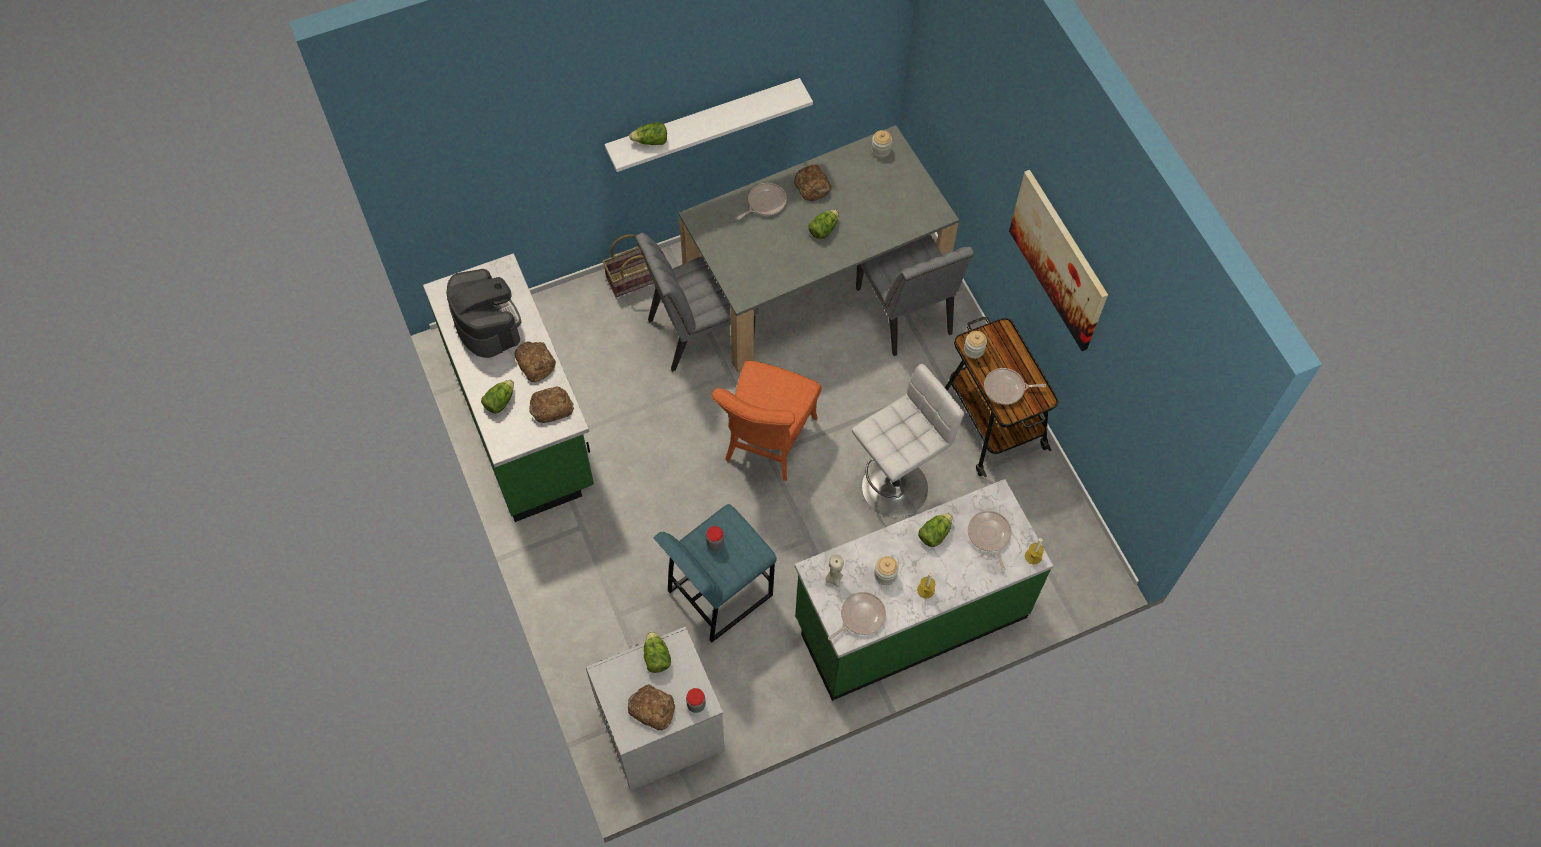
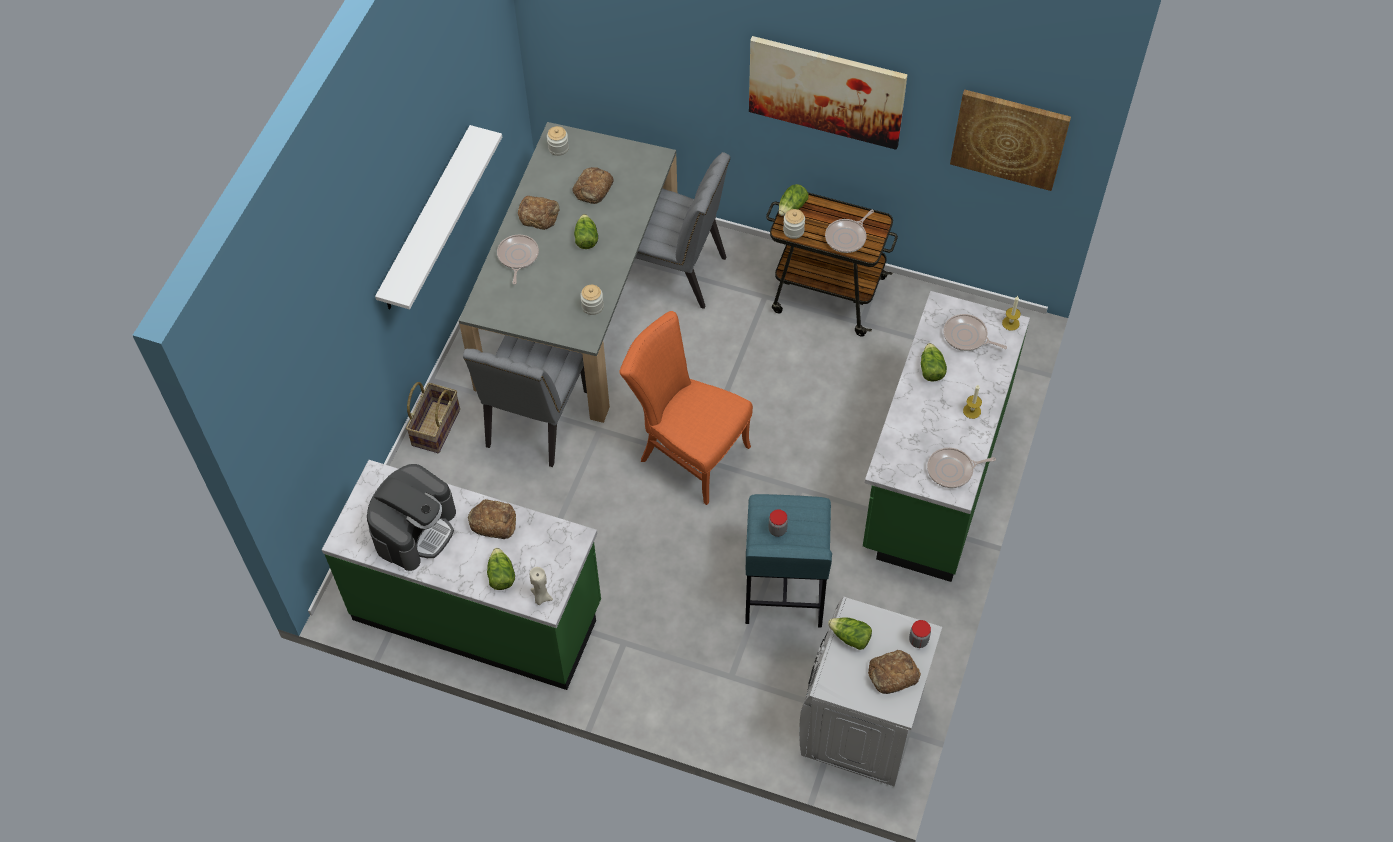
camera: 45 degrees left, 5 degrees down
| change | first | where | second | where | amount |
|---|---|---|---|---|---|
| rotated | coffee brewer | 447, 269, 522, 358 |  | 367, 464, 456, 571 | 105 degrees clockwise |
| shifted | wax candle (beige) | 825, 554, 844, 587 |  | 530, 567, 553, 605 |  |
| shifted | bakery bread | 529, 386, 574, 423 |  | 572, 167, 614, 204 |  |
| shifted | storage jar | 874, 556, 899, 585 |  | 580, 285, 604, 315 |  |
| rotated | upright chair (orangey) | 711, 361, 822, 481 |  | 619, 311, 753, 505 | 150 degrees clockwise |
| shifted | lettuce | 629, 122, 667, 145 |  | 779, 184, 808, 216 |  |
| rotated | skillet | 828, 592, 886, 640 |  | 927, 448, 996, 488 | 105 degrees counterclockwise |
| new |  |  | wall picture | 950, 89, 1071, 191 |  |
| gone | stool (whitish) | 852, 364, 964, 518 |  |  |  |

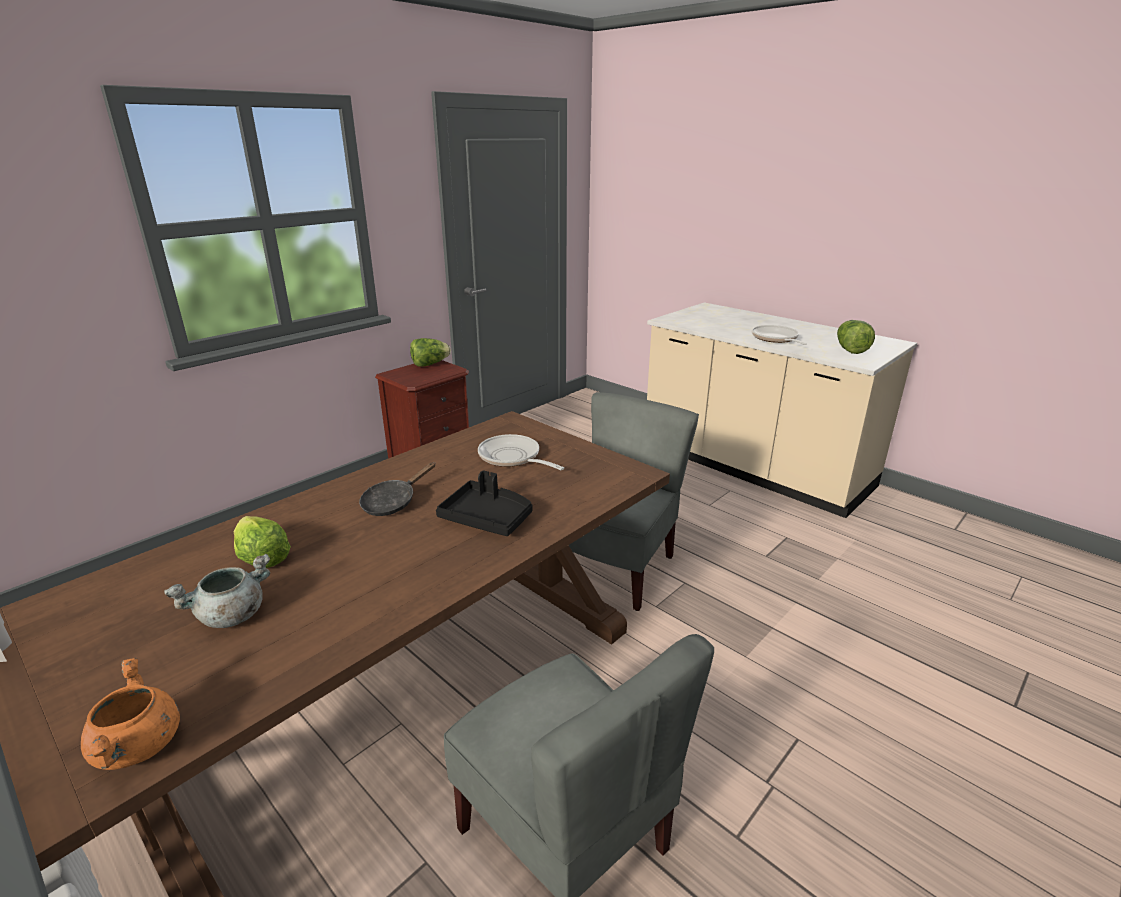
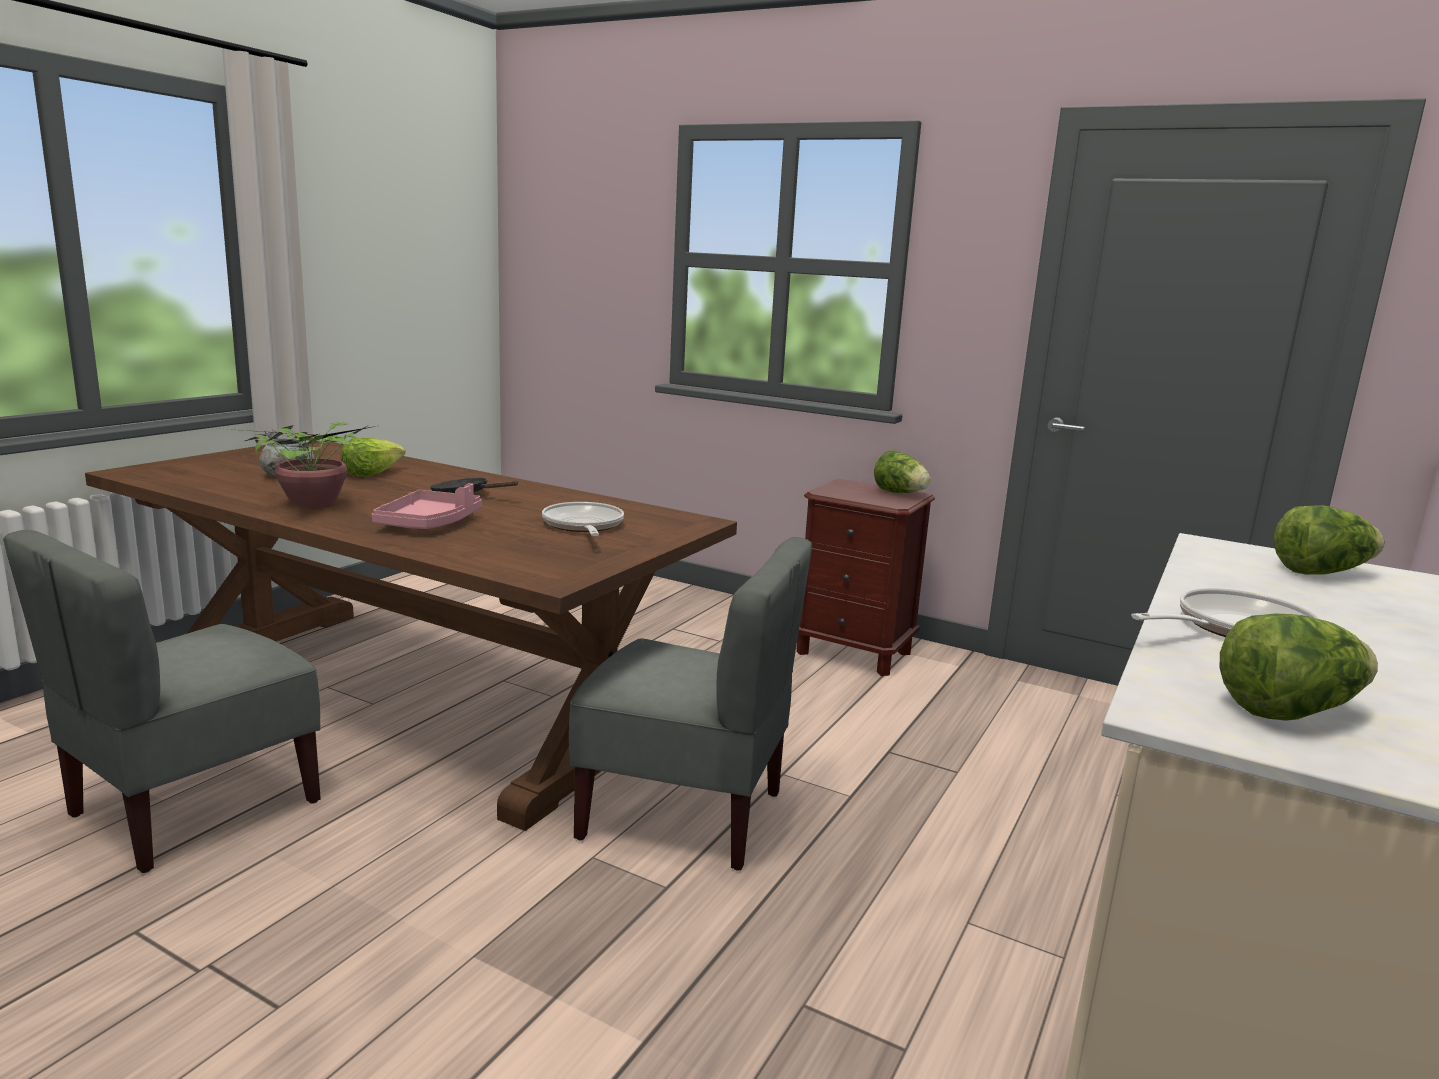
camera: 75 degrees right, 10 degrees down
| change | first | where | second | where | amount |
|---|---|---|---|---|---|
| new |  |  | potted plant | 229, 422, 376, 508 |  |
| repainted | carrying tray (blackish) | 436, 471, 533, 536 | carrying tray (pink) | 372, 483, 482, 529 |  |
| rotated | skillet | 478, 434, 564, 470 |  | 542, 502, 624, 536 | 45 degrees counterclockwise |
| new |  |  | lettuce | 1274, 505, 1385, 575 |  |
| gone | cooking pot (orangey) | 81, 658, 180, 770 |  |  |  |

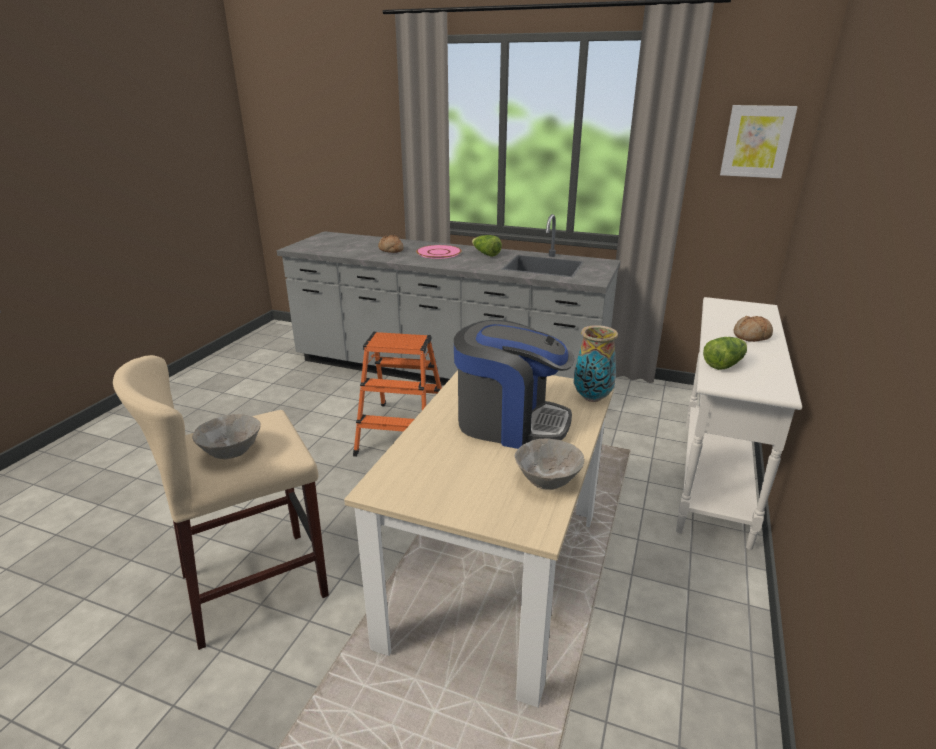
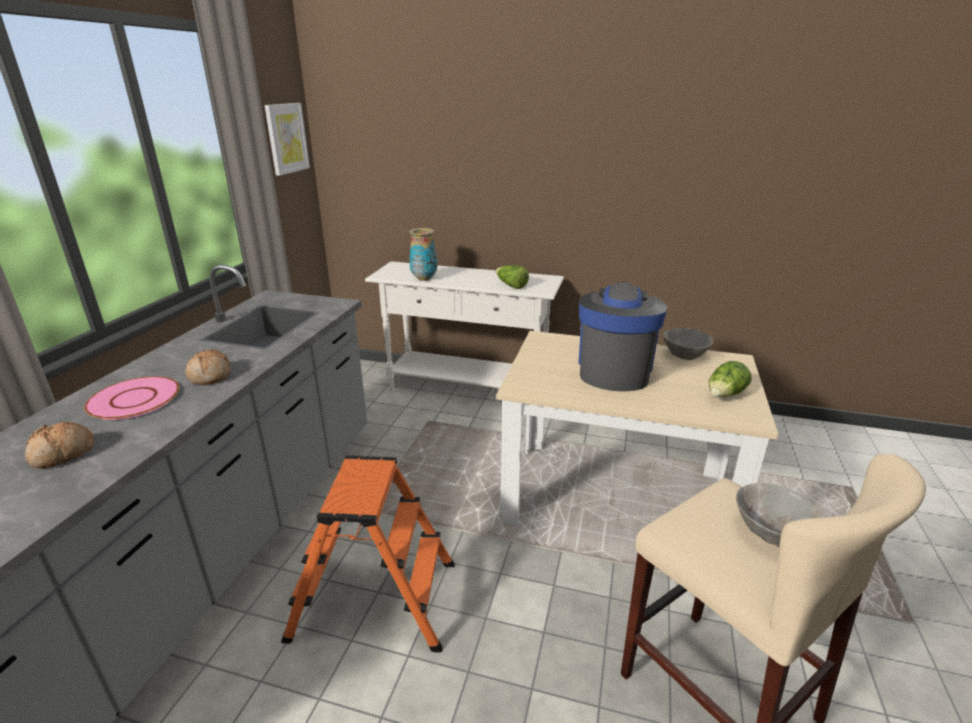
camera: 95 degrees left, 0 degrees up
| change | first | where | second | where | amount |
|---|---|---|---|---|---|
| shifted | bakery bread | 734, 316, 773, 342 |  | 186, 349, 230, 385 |  |
| shifted | decorative vase | 573, 325, 618, 402 |  | 409, 228, 437, 281 |  |
| shifted | lettuce | 472, 235, 502, 257 |  | 709, 361, 752, 397 |  |

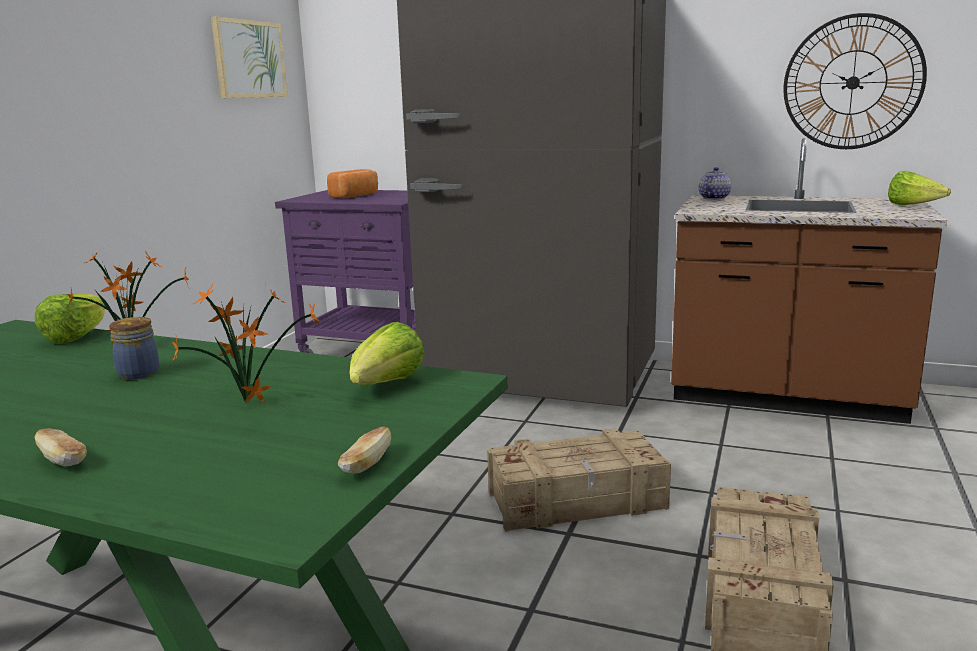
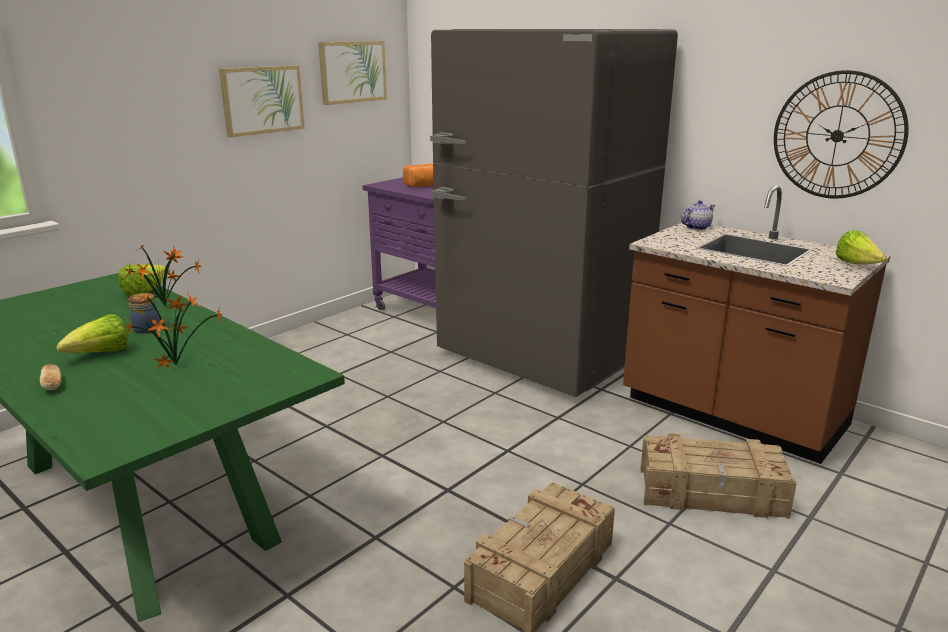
camera: 20 degrees right, 5 degrees up
| change | first | where | second | where | amount |
|---|---|---|---|---|---|
| shifted | lettuce | 350, 322, 425, 385 |  | 57, 314, 128, 353 |  |
| new |  |  | wall picture | 219, 65, 305, 137 |  |
| shifted | shipping crate | 487, 428, 671, 532 |  | 640, 433, 797, 519 |  |
| gone | bakery bread | 338, 426, 391, 474 |  |  |  |

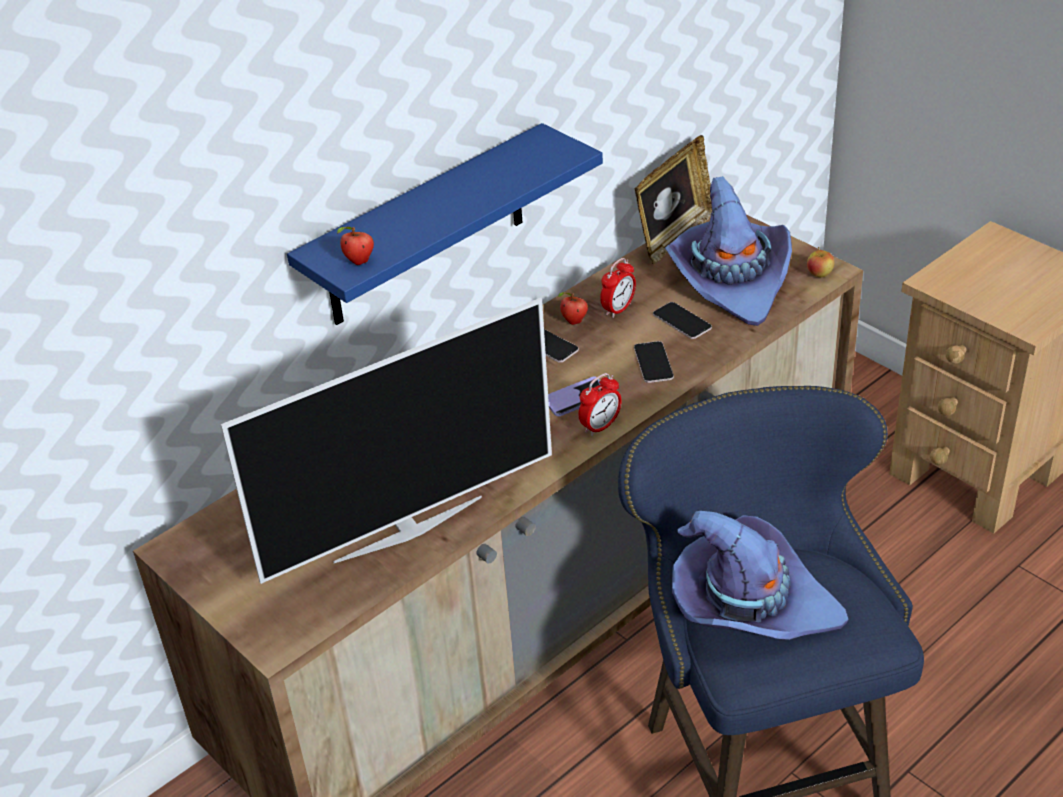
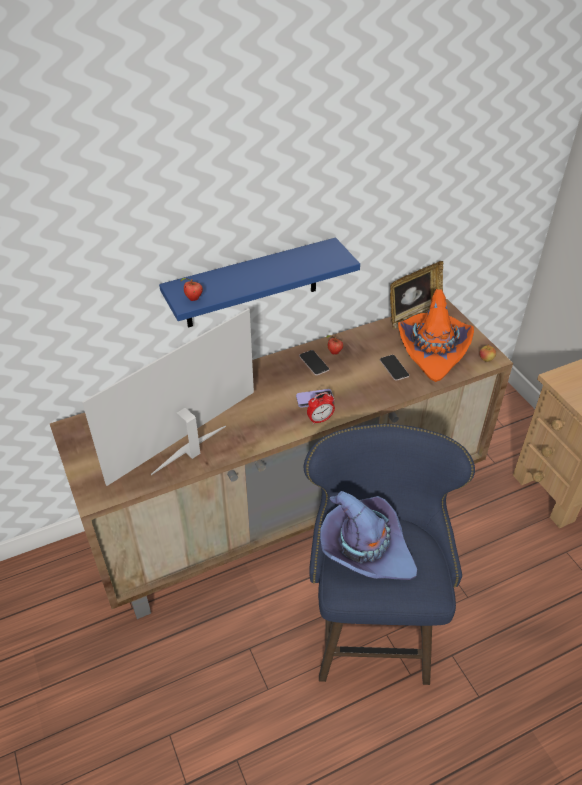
camera: 15 degrees right, 5 degrees up
| change | first | where | second | where | amount |
|---|---|---|---|---|---|
| rotated | TV set | 220, 298, 552, 584 |  | 82, 308, 254, 486 | 150 degrees clockwise |
| repainted | wearable hat (purple) | 665, 176, 792, 326 | wearable hat (orangey) | 398, 289, 474, 382 |  |
| gone | bedside clock | 600, 258, 636, 318 |  |  |  |
| gone | handset | 634, 341, 674, 383 |  |  |  |

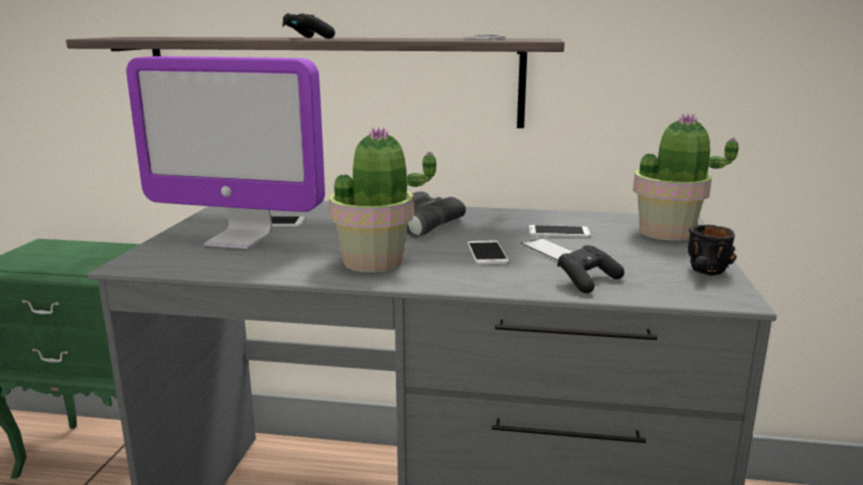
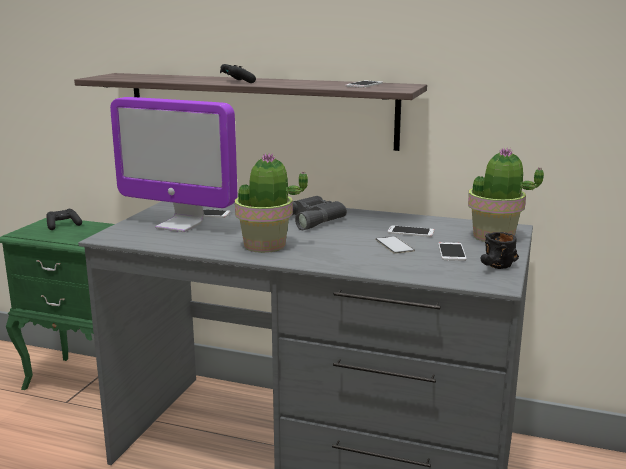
camera: 10 degrees right, 0 degrees up
| change | first | where | second | where | amount |
|---|---|---|---|---|---|
| shifted | game controller (blackish) | 557, 245, 624, 293 |  | 47, 209, 82, 230 |  |
| shifted | handset | 468, 240, 509, 265 |  | 438, 242, 467, 261 |  |

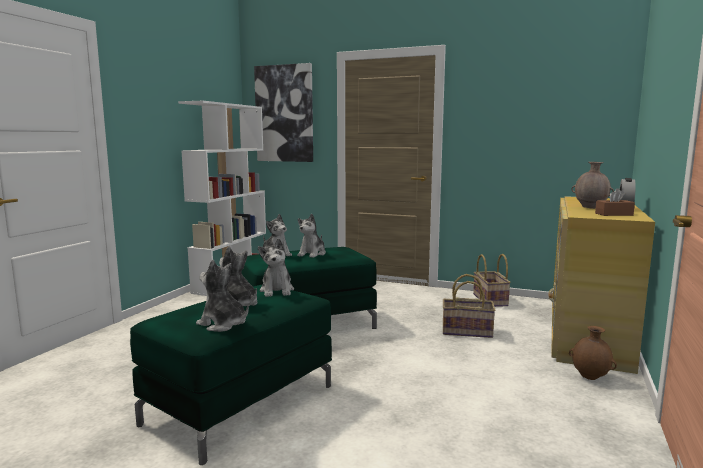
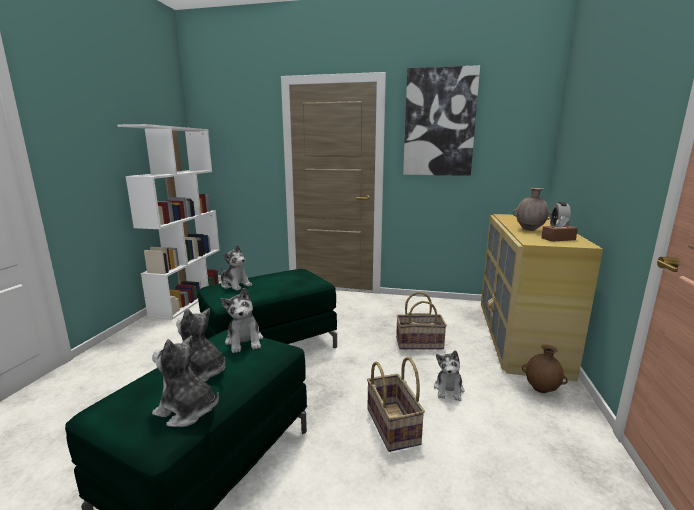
camera: 10 degrees left, 5 degrees up
| change | first | where | second | where | amount |
|---|---|---|---|---|---|
| shifted | basket | 473, 254, 511, 307 |  | 367, 357, 425, 452 |  |
| shifted | wall picture | 254, 63, 313, 162 |  | 403, 65, 480, 176 |  |
| shifted | plush toy | 297, 214, 326, 258 |  | 434, 350, 464, 401 |  |

